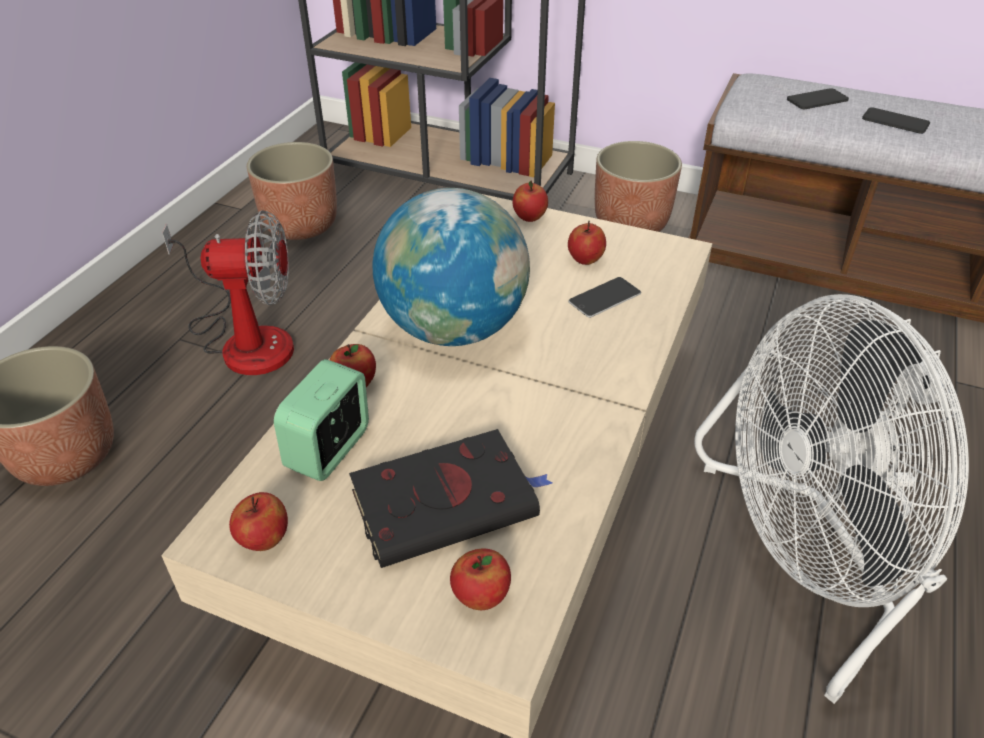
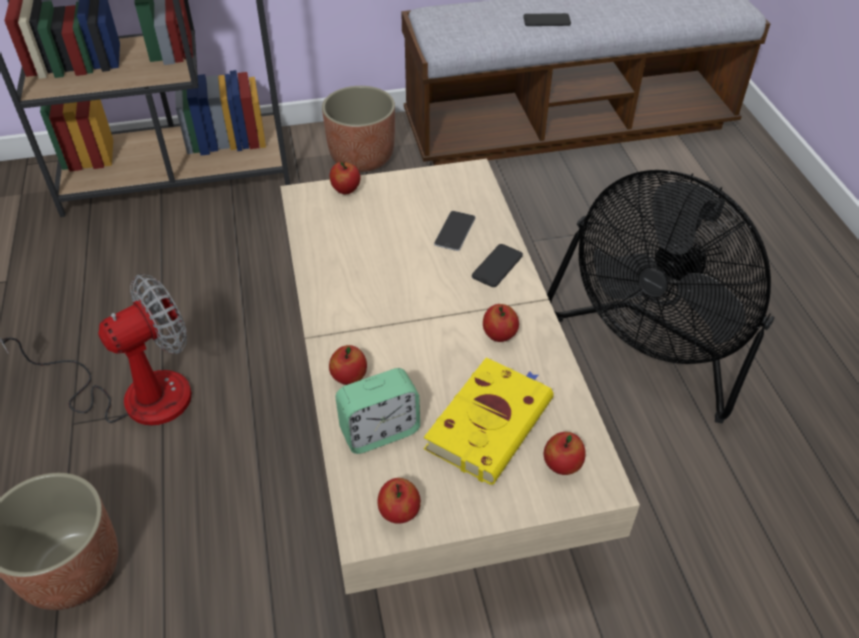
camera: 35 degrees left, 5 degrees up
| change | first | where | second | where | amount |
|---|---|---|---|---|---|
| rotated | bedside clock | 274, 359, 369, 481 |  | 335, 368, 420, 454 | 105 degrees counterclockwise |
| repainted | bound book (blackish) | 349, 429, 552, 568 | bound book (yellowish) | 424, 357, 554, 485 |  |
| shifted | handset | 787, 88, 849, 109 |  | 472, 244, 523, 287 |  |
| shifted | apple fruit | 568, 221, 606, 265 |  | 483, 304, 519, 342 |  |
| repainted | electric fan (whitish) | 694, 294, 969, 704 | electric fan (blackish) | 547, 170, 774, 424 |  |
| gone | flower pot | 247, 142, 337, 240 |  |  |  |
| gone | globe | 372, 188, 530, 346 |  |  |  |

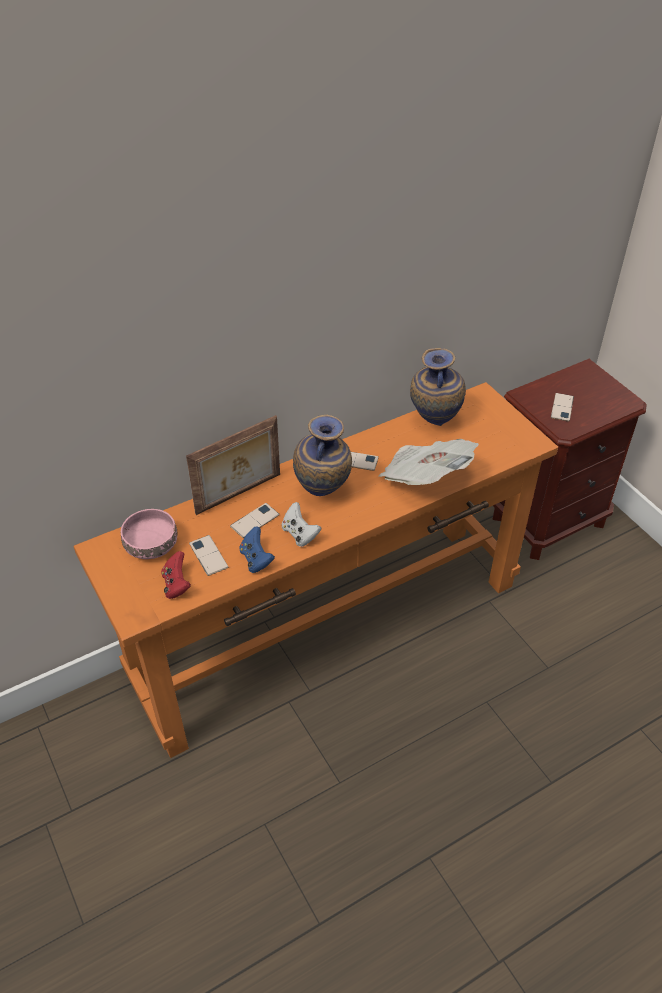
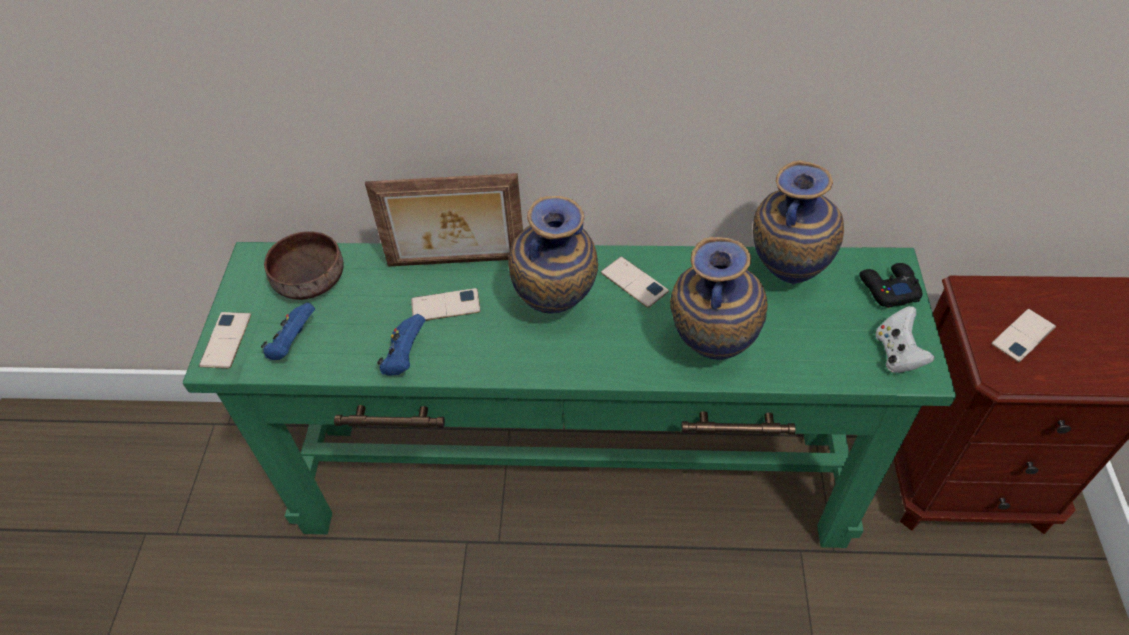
camera: 35 degrees right, 5 degrees up
| change | first | where | second | where | amount |
|---|---|---|---|---|---|
| repainted | hall table (orangey) | 74, 382, 558, 758 | hall table (green-coloured) | 183, 242, 956, 548 |  |
| shifted | handset | 189, 535, 228, 576 |  | 199, 312, 251, 368 |  |
| repainted | game controller (red-coloured) | 161, 551, 191, 599 | game controller (bluish) | 261, 303, 315, 360 |  |
| repainted | deep dish (pink) | 121, 509, 177, 559 | deep dish (brownish) | 264, 231, 344, 300 |  |
| swapped | newspaper | 379, 439, 479, 485 | decorative vase | 670, 237, 768, 360 |  |
| new |  |  | game controller (blackish) | 859, 263, 922, 308 |  |
| shifted | game controller (whitish) | 282, 502, 321, 547 |  | 876, 306, 935, 373 |  |

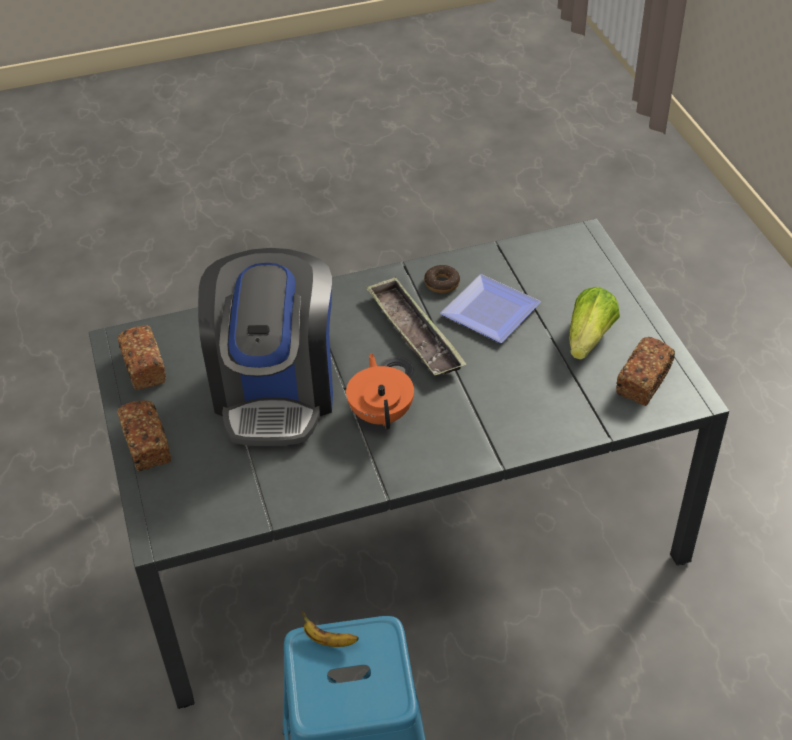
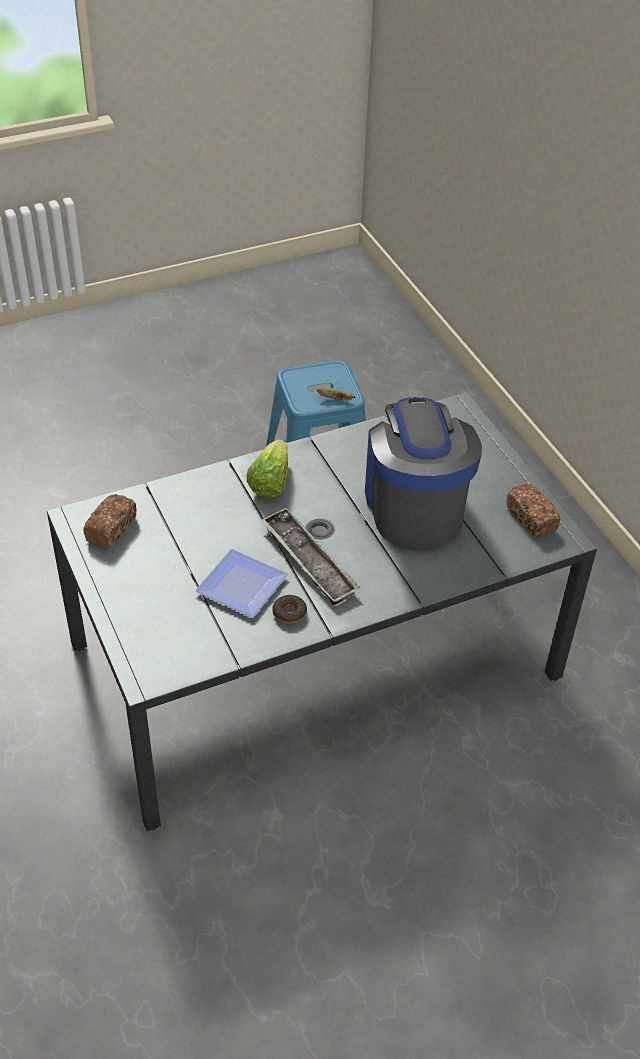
camera: 170 degrees right, 0 degrees up
| change | first | where | second | where | amount |
|---|---|---|---|---|---|
| shifted | lettuce | 569, 287, 620, 360 |  | 247, 440, 288, 498 |  |
| gone | bakery bread | 117, 401, 171, 471 |  |  |  |
| gone | pot for tea (orangey) | 346, 353, 414, 430 |  |  |  |

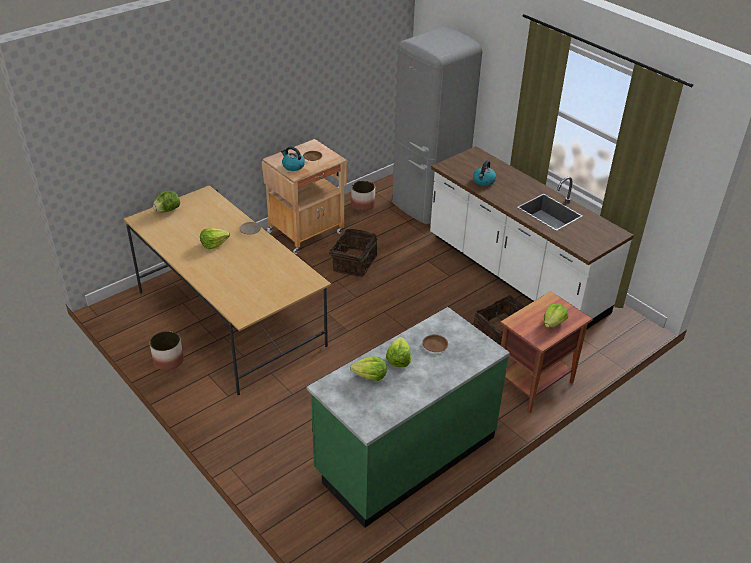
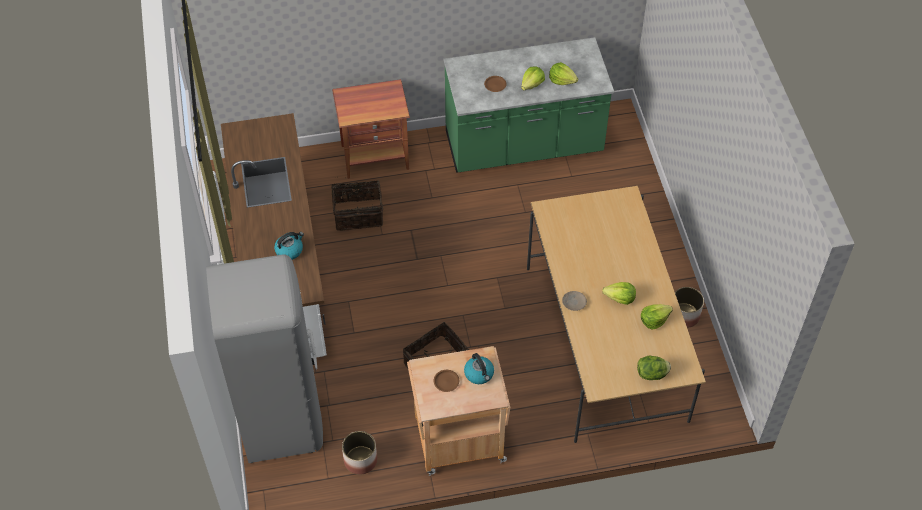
camera: 150 degrees left, 15 degrees up
| change | first | where | second | where | amount |
|---|---|---|---|---|---|
| shifted | lettuce | 543, 303, 568, 328 |  | 641, 304, 673, 330 |  |

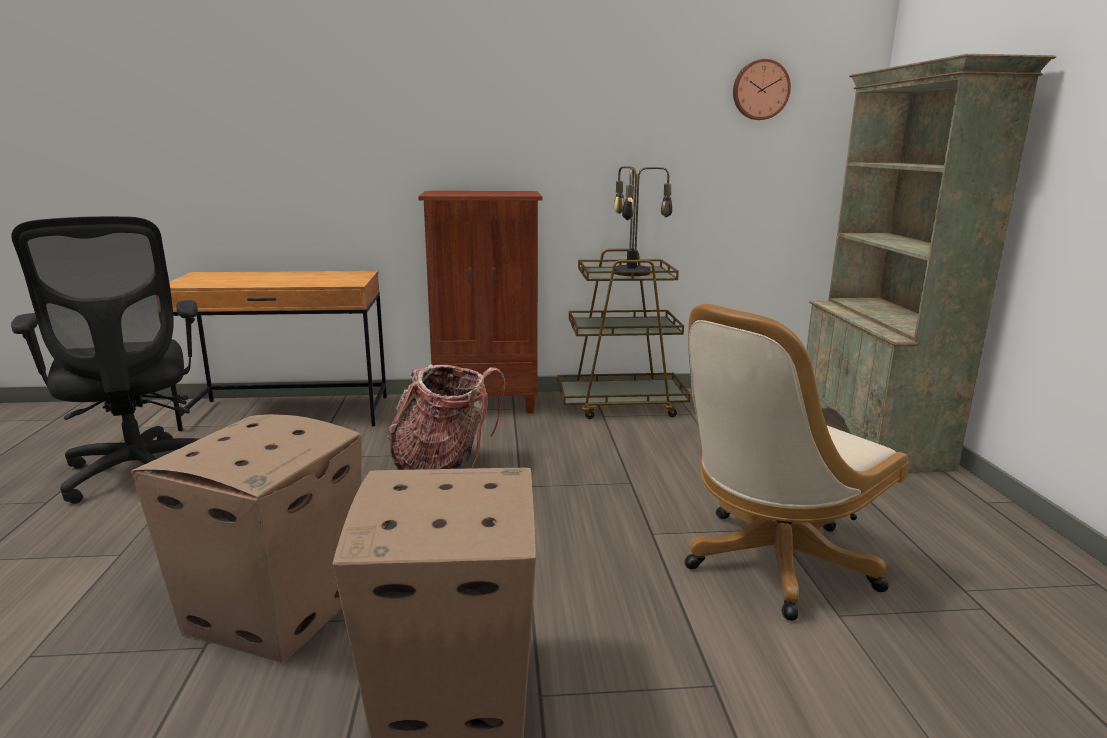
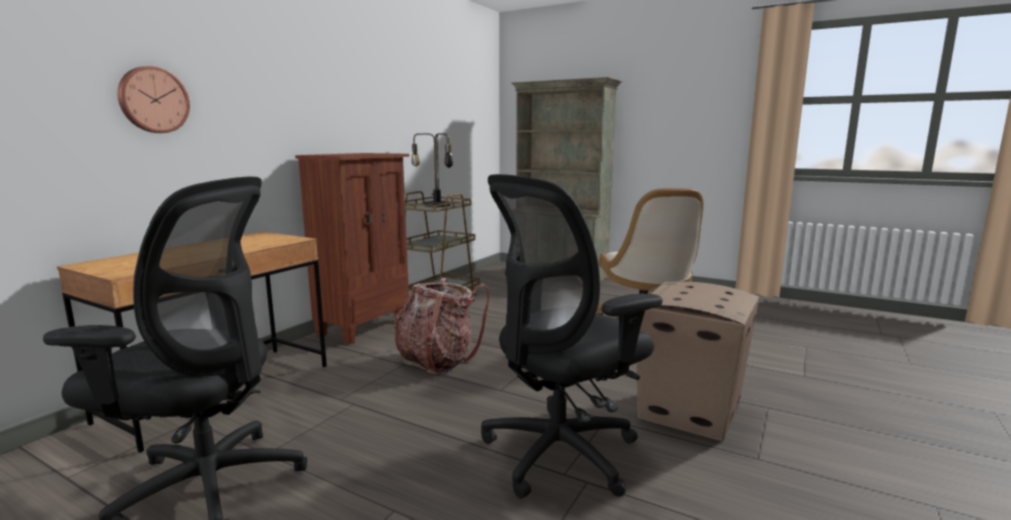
camera: 55 degrees left, 5 degrees down
| change | first | where | second | where | amount |
|---|---|---|---|---|---|
| shifted | wall clock | 733, 59, 791, 120 |  | 117, 66, 190, 133 |  |
| swapped | cardboard box | 131, 414, 362, 664 | office chair (blackish) | 481, 174, 663, 499 |  |

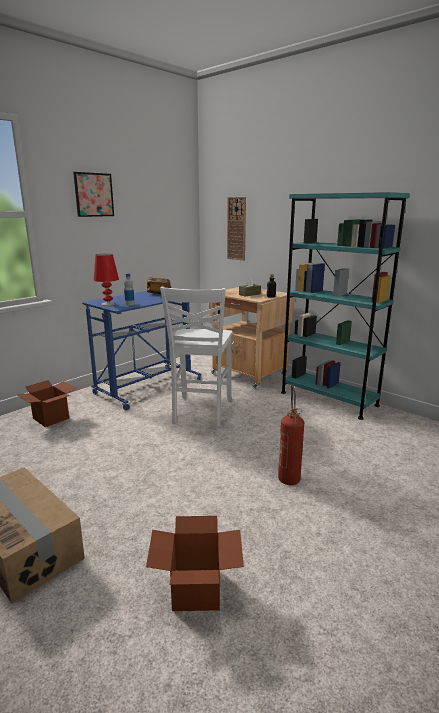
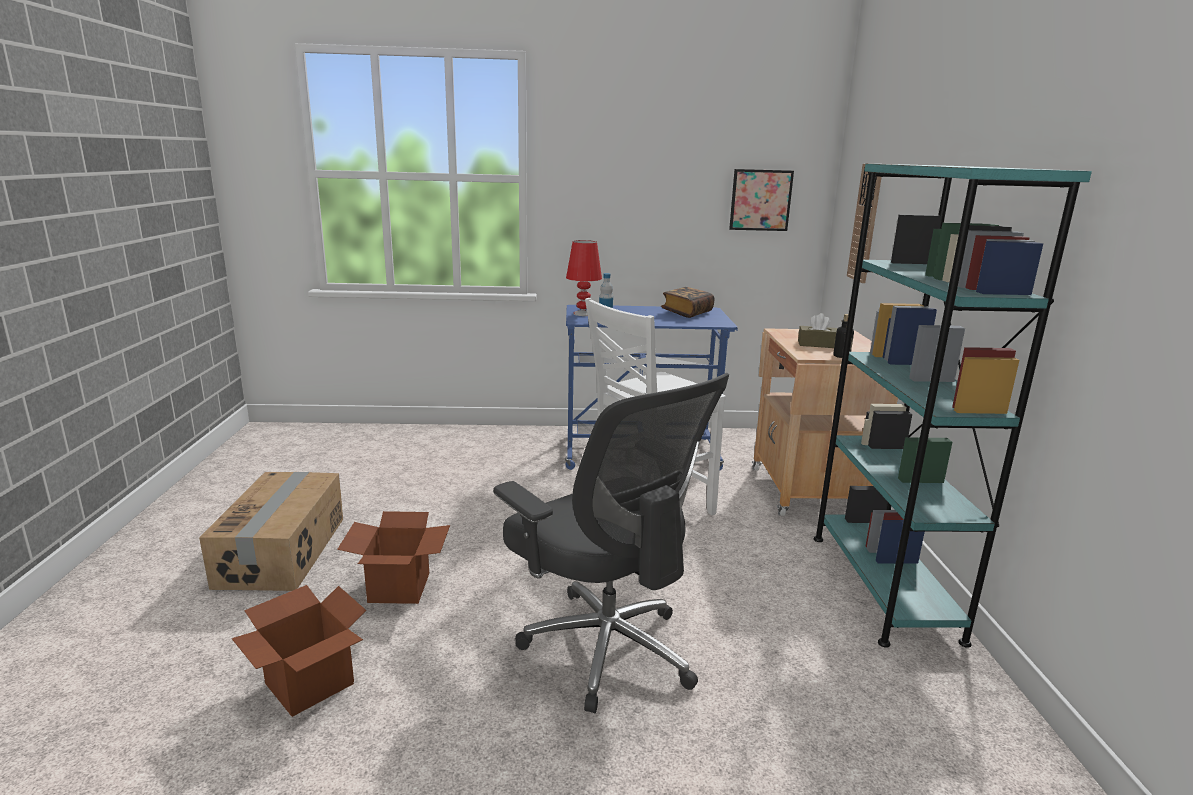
camera: 45 degrees right, 0 degrees up
| change | first | where | second | where | amount |
|---|---|---|---|---|---|
| shifted | cardboard box | 16, 380, 77, 427 |  | 337, 511, 450, 604 |  |
| swapped | fire extinguisher | 278, 384, 304, 485 | office chair | 493, 372, 729, 713 |  |
| shifted | wall picture | 73, 172, 114, 217 |  | 729, 169, 794, 231 |  |

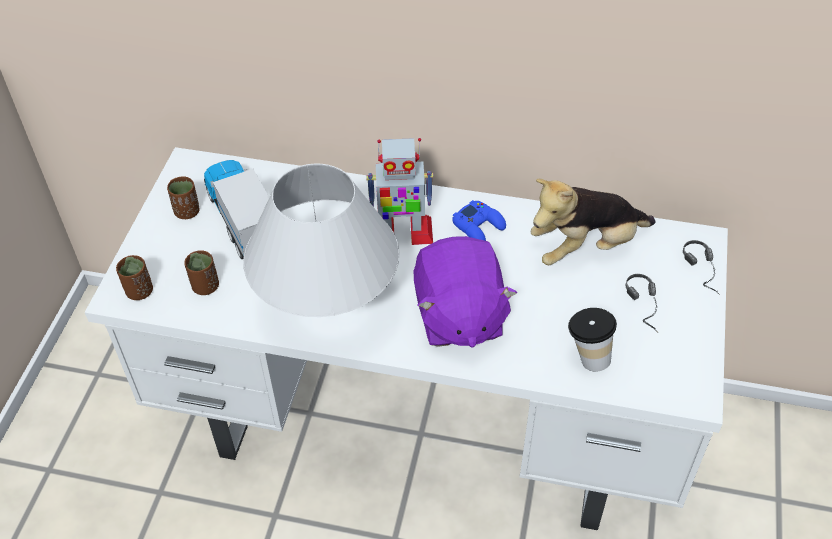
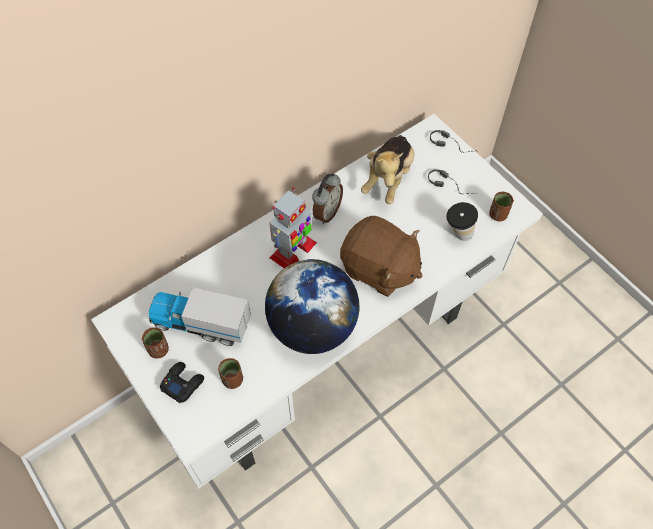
camera: 50 degrees left, 10 degrees up
| change | first | where | second | where | amount |
|---|---|---|---|---|---|
| new |  |  | game controller (blackish) | 160, 362, 204, 403 |  |
| swapped | tabletop lamp (whitish) | 243, 164, 400, 317 | globe | 265, 259, 359, 354 |  |
| swapped | game controller (bluish) | 452, 200, 506, 241 | bedside clock | 312, 173, 343, 224 |  |
| repainted | plush toy (purple) | 414, 236, 517, 348 | plush toy (brownish) | 340, 216, 422, 297 |  |
| shifted | small cup (brownish) | 116, 255, 153, 300 |  | 489, 192, 513, 221 |  |

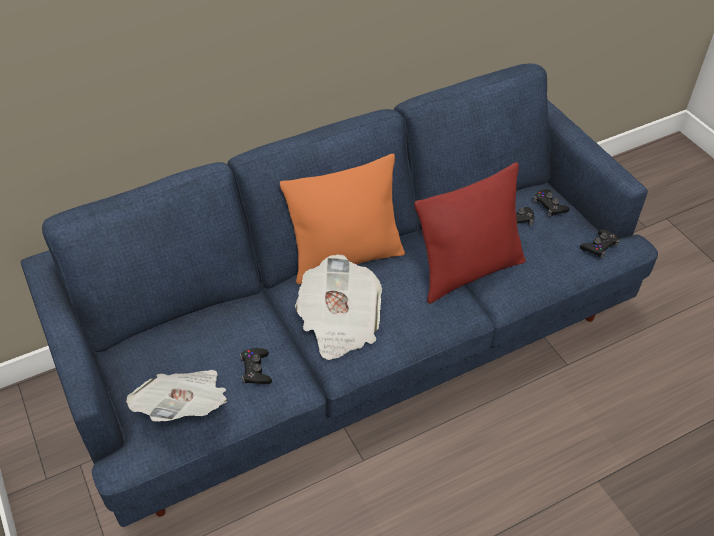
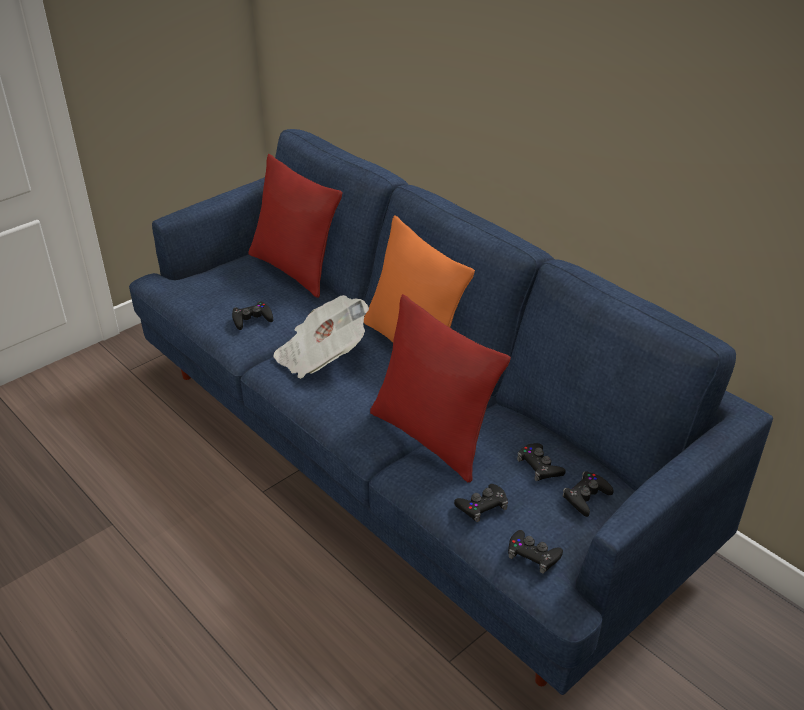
camera: 75 degrees right, 10 degrees down
| change | first | where | second | where | amount |
|---|---|---|---|---|---|
| new |  |  | cushion (red-coloured) | 249, 154, 342, 298 |  |
| new |  |  | game controller (blackish) | 454, 484, 508, 522 |  |
| gone | newspaper | 126, 370, 227, 422 |  |  |  |

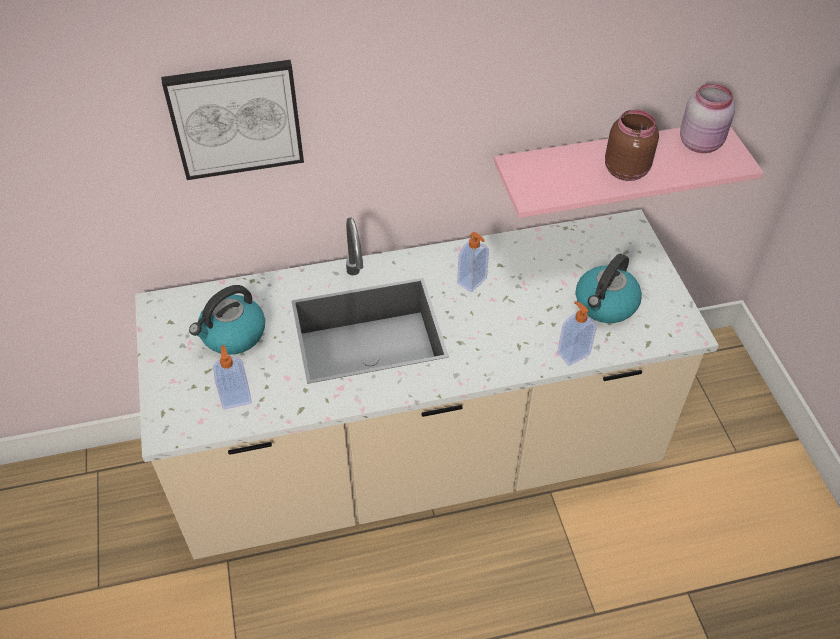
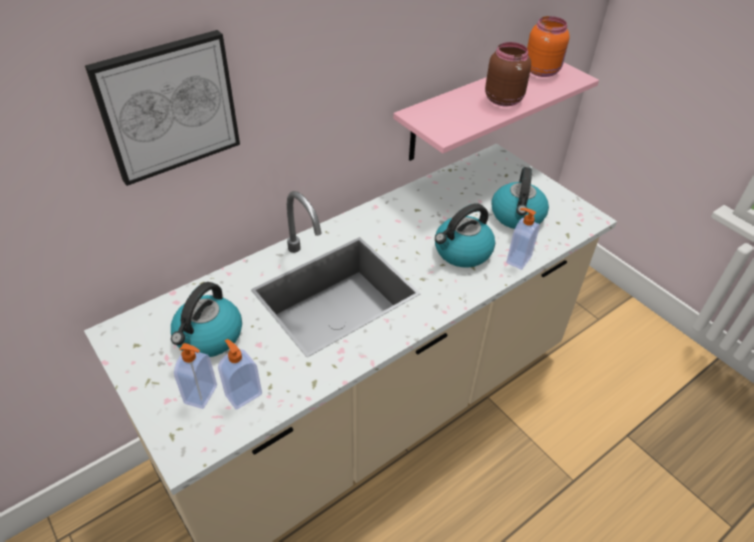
camera: 25 degrees left, 5 degrees down
| change | first | where | second | where | amount |
|---|---|---|---|---|---|
| shifted | soap bottle | 457, 232, 489, 292 |  | 174, 343, 217, 409 |  |
| new |  |  | kettle | 435, 203, 495, 268 |  |
| repainted | storage jar (pink) | 680, 83, 735, 153 | storage jar (orangey) | 527, 16, 570, 77 |  |

